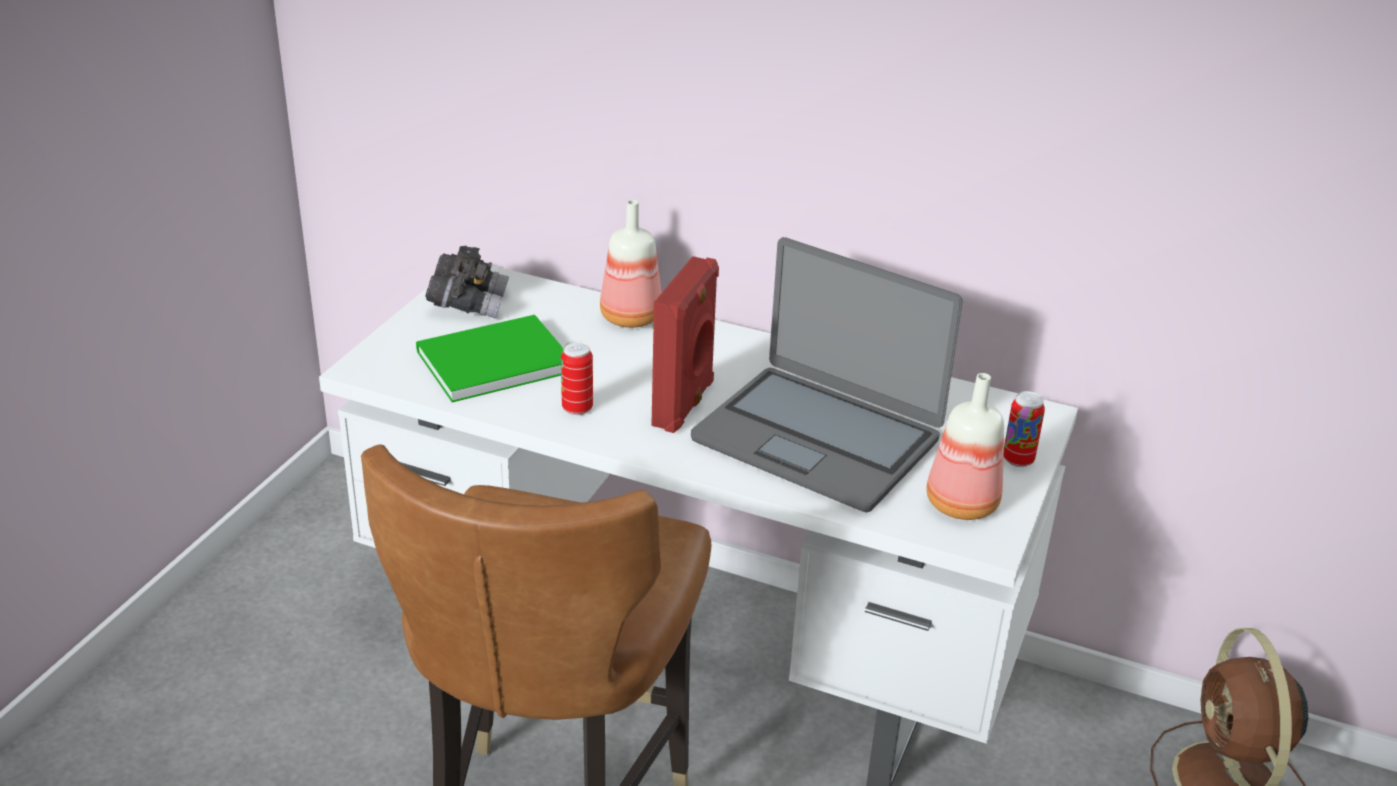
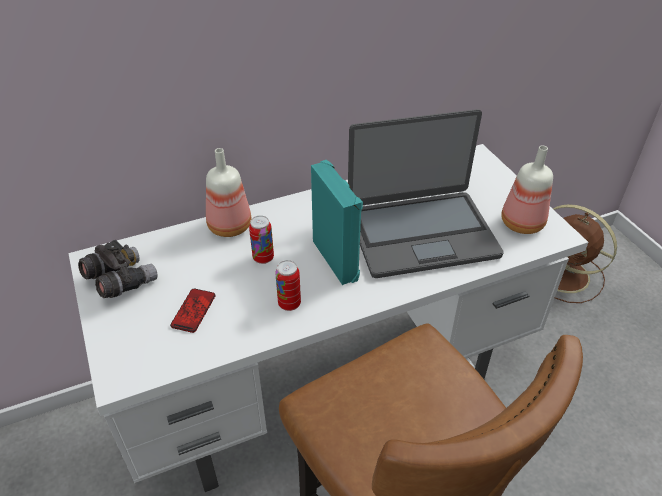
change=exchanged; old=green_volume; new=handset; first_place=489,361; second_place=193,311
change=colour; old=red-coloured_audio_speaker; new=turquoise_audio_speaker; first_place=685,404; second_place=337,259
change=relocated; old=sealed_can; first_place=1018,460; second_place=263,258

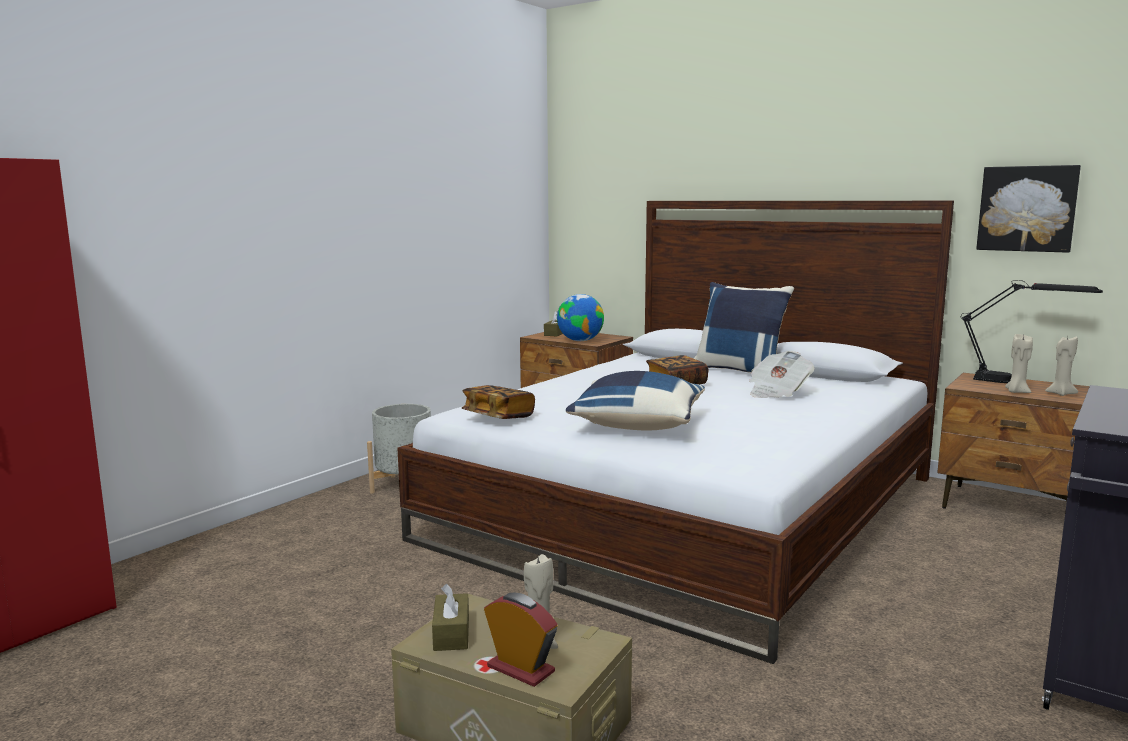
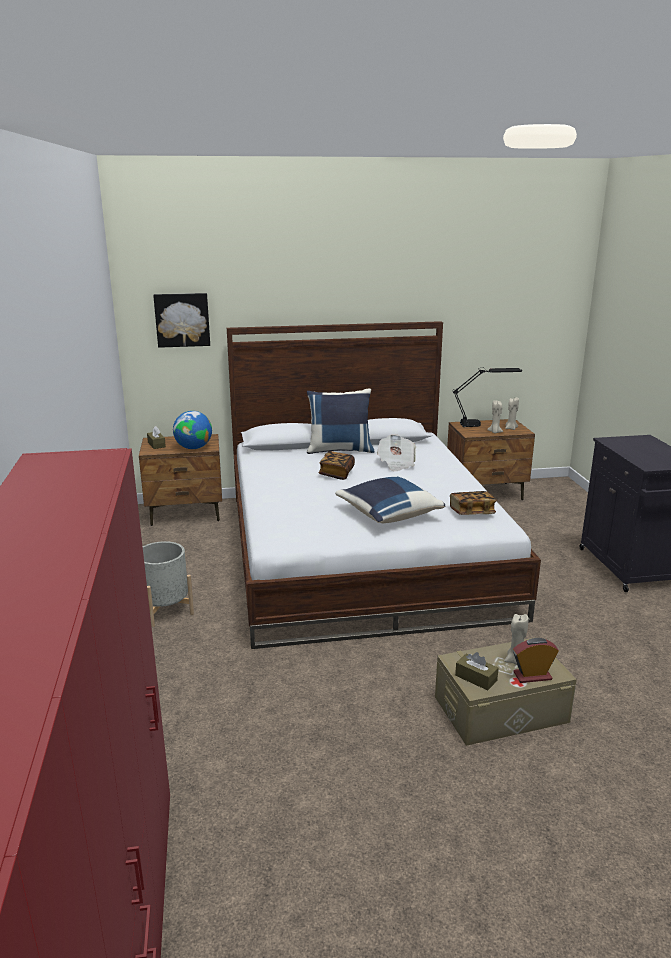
change=relocated; old=volume; first_place=498,416; second_place=472,512
change=relocated; old=picture; first_place=1027,208; second_place=182,320

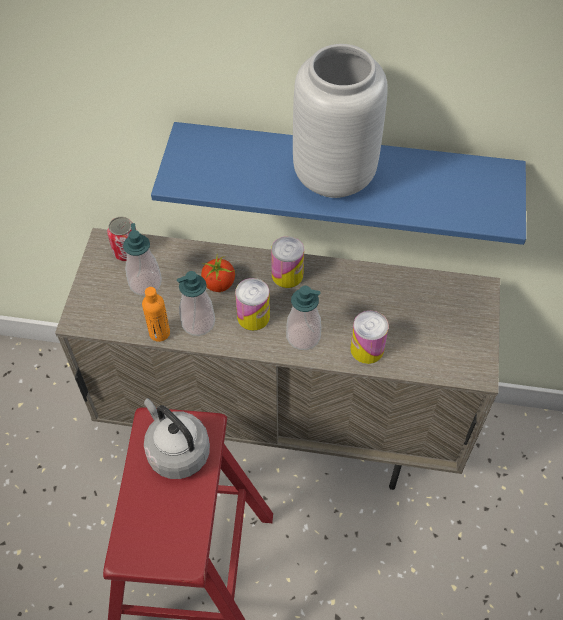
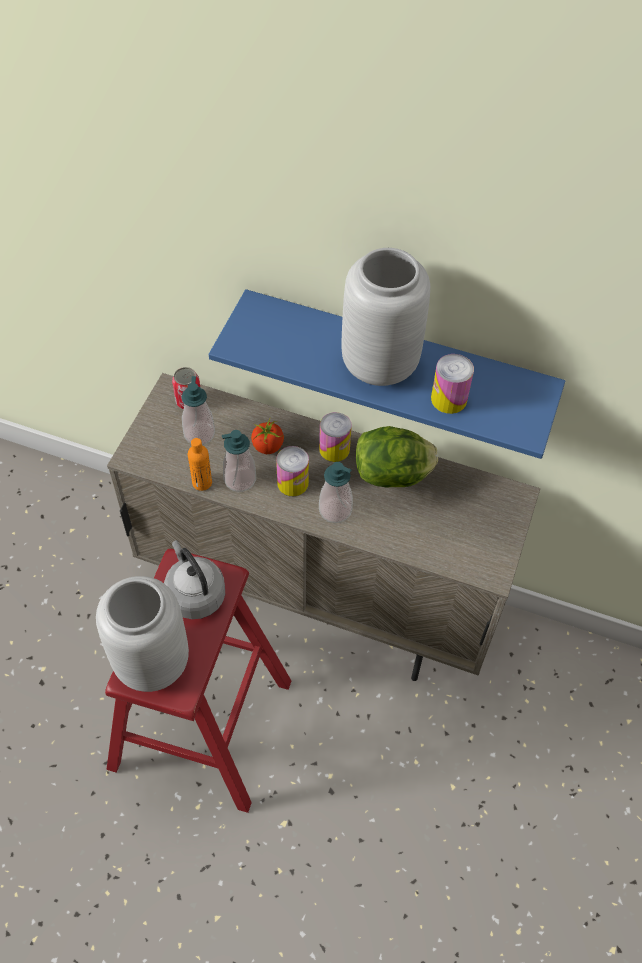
change=relocated; old=sealed_can; first_place=367,349; second_place=449,399
change=appeared; new=gray_flower_vase; second_place=153,663
change=appeared; new=lettuce; second_place=393,474

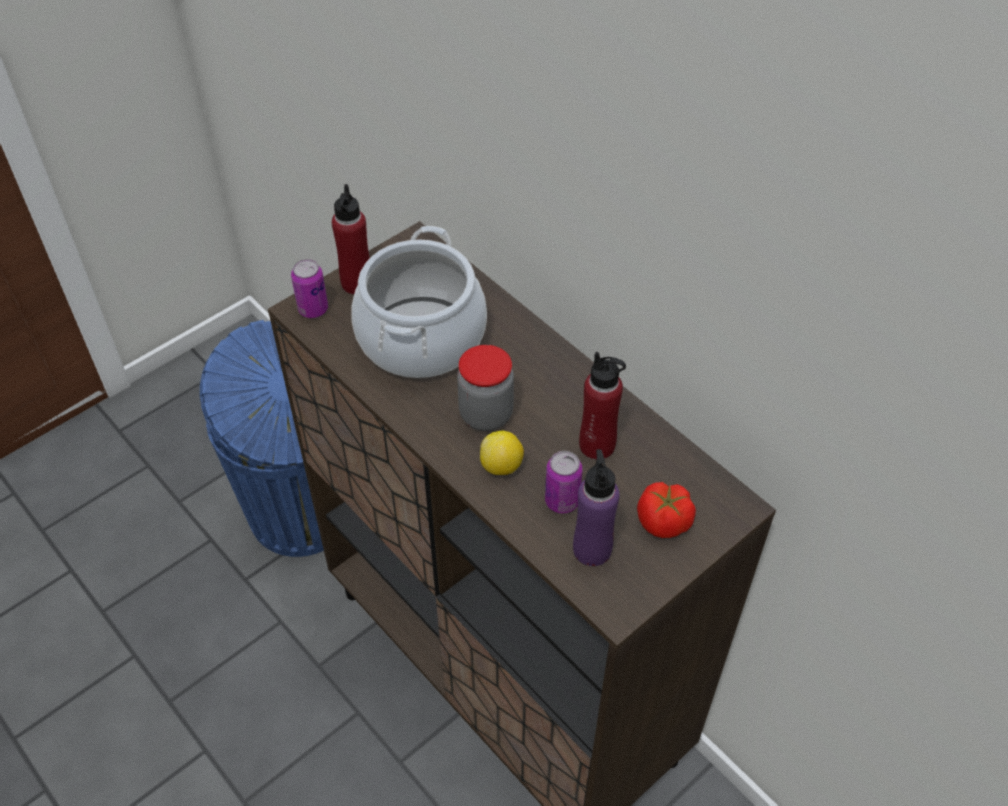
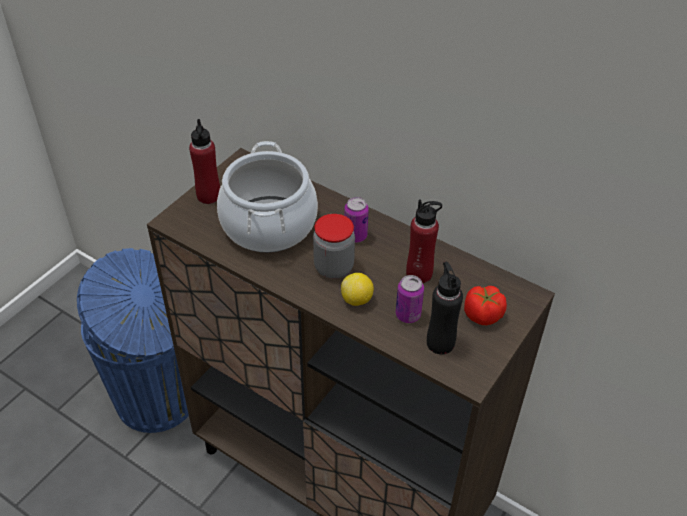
change=relocated; old=sealed_can; first_place=313,309; second_place=355,236
change=colour; old=purple_drink_bottle; new=black-coloured_drink_bottle; first_place=592,549; second_place=440,343

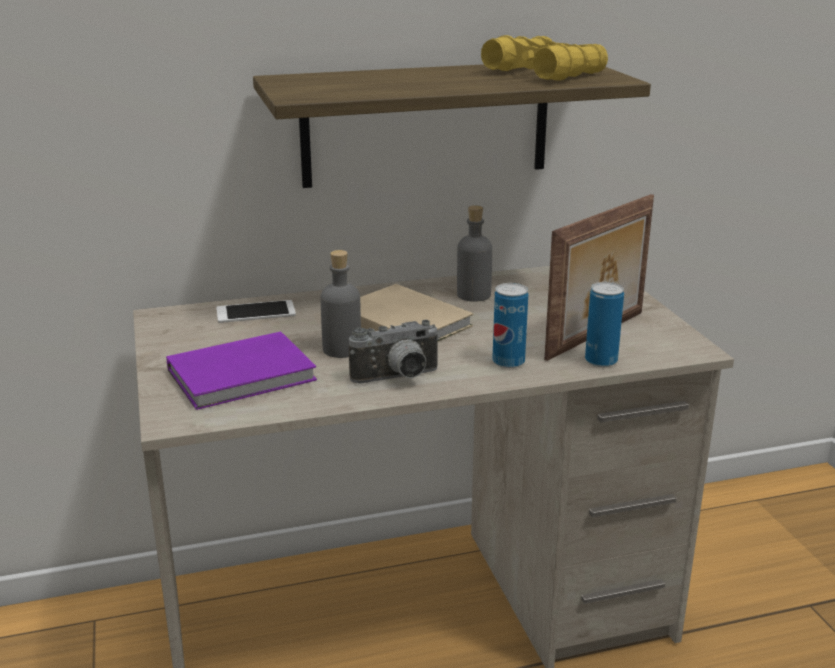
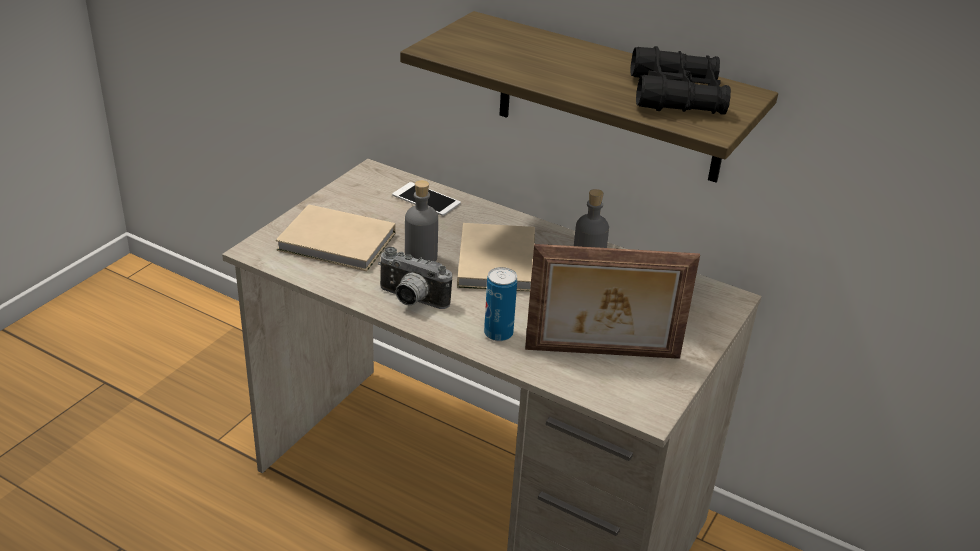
change=colour; old=purple_volume; new=beige-coloured_volume; first_place=245,375; second_place=338,243
change=colour; old=yellow-coloured_pair_of_binoculars; new=black-coloured_pair_of_binoculars; first_place=544,73; second_place=677,96
change=missing; old=sealed_can; first_place=601,361

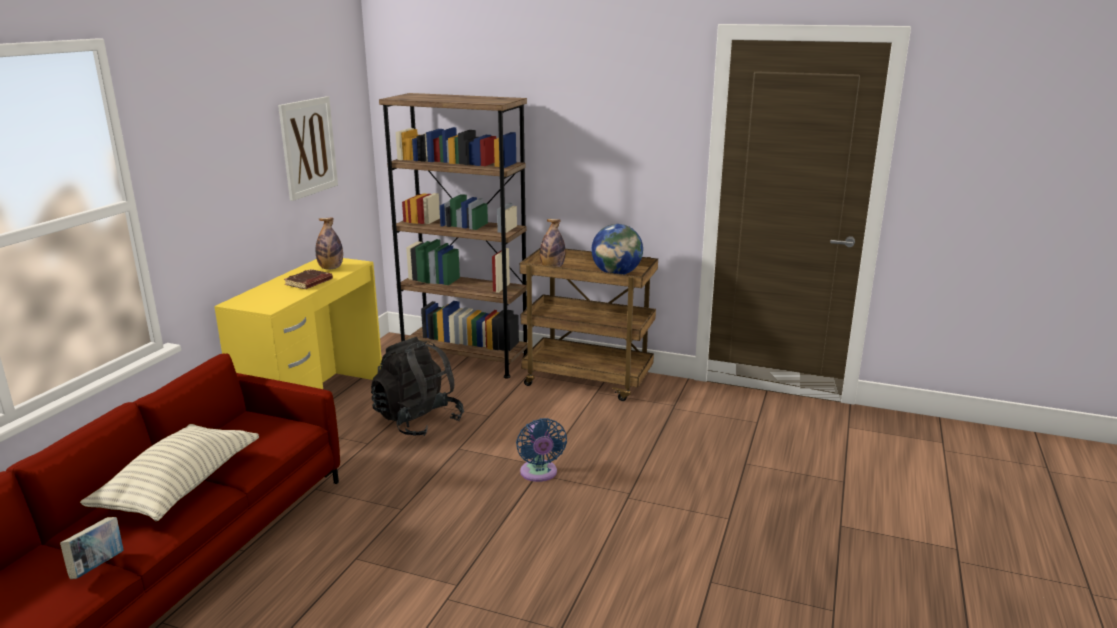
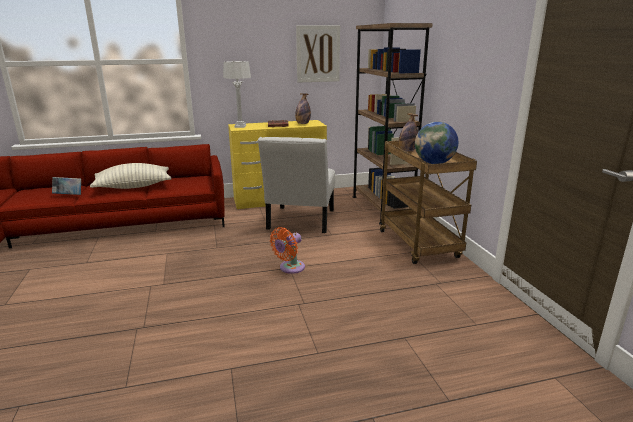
change=exchanged; old=black-coloured_knapsack; new=whitish_plain_chair; first_place=418,421; second_place=300,221
change=colour; old=blue-coloured_electric_fan; new=orangey_electric_fan; first_place=539,474; second_place=290,268
change=appeared; new=gray_lamp_for_a_table; second_place=240,126

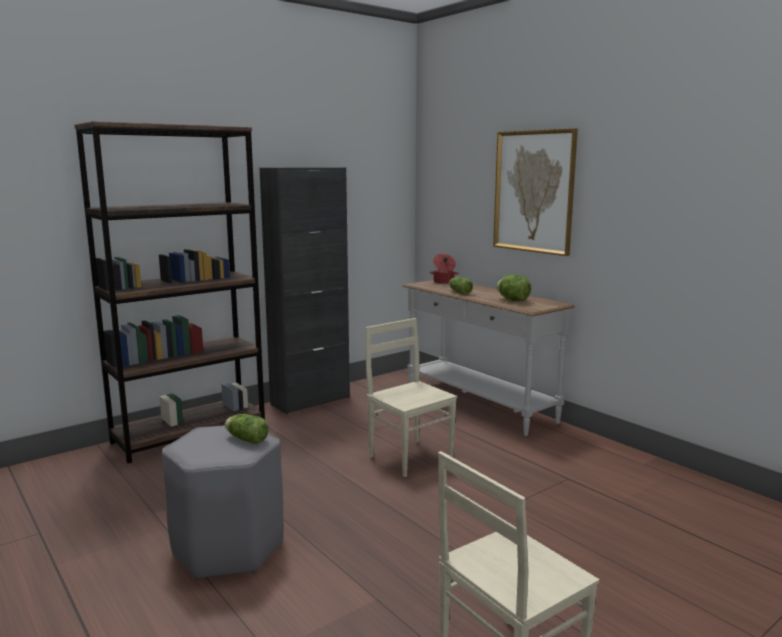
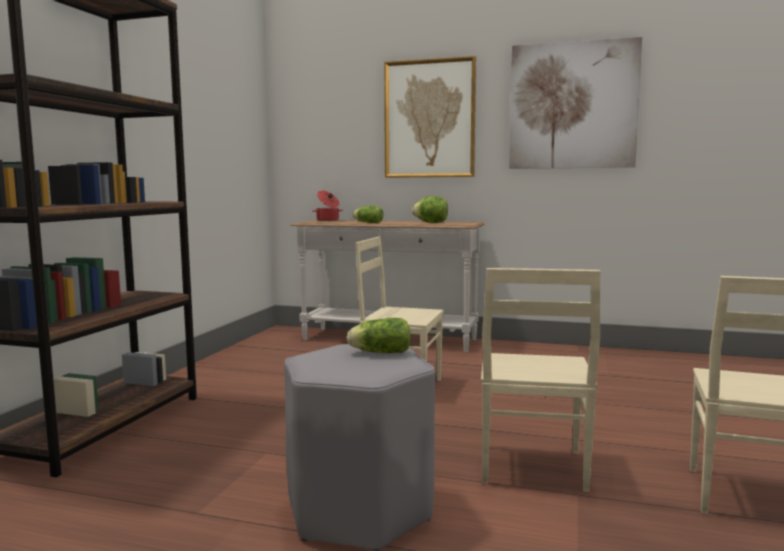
change=missing; old=black-coloured_cupboard; first_place=310,401
change=appeared; new=beige-coloured_plain_chair; second_place=530,468
change=appeared; new=picture; second_place=572,106

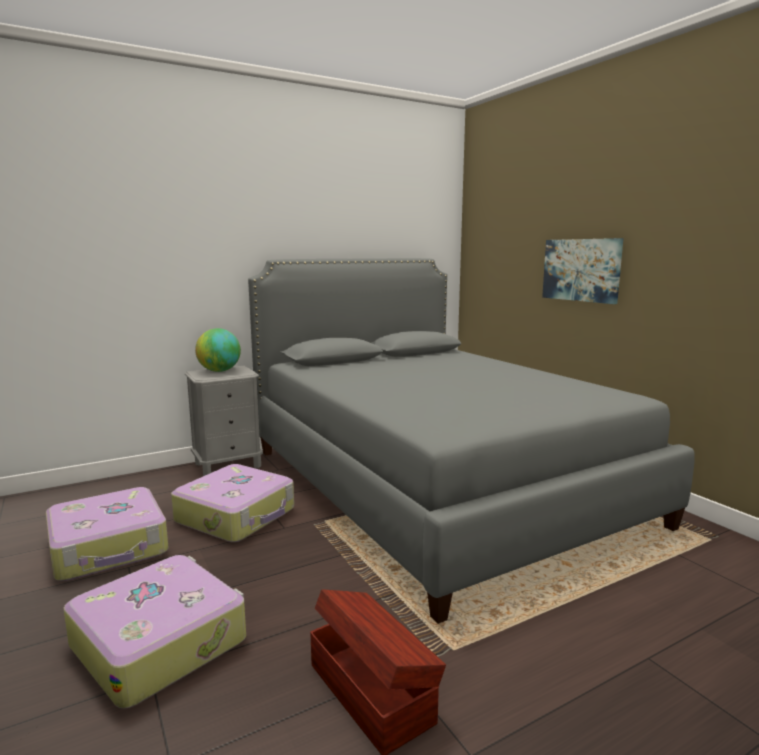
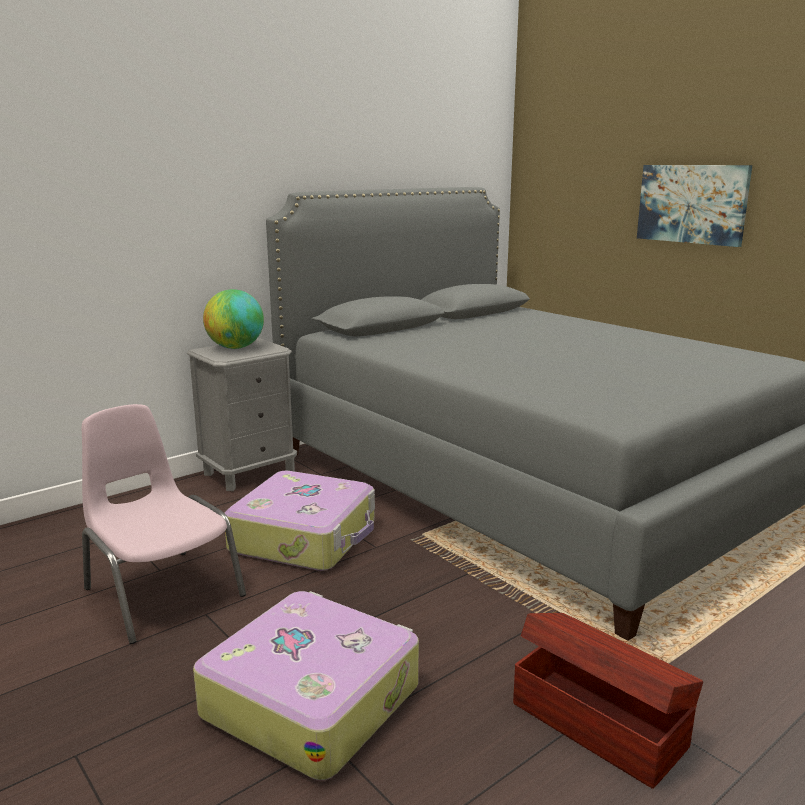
change=exchanged; old=travel_case; new=pinkish_plain_chair; first_place=110,547; second_place=162,592

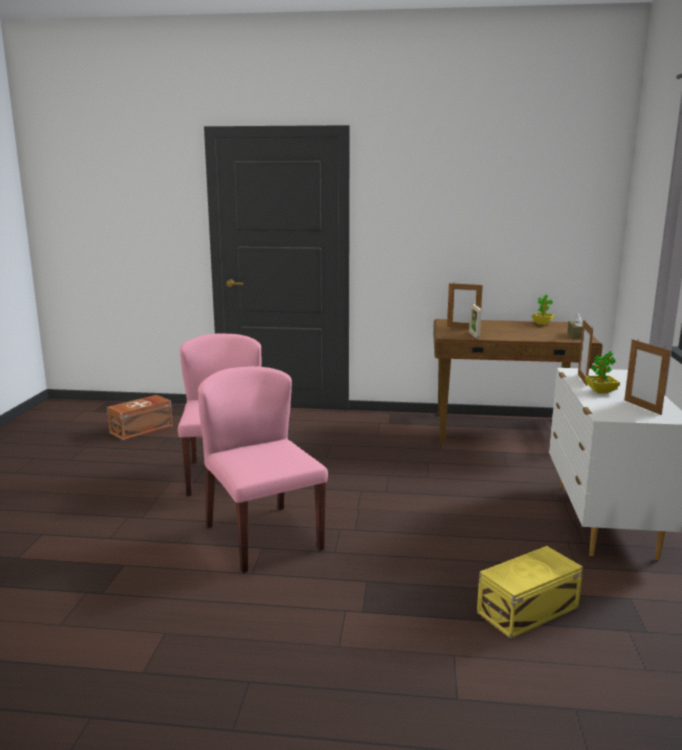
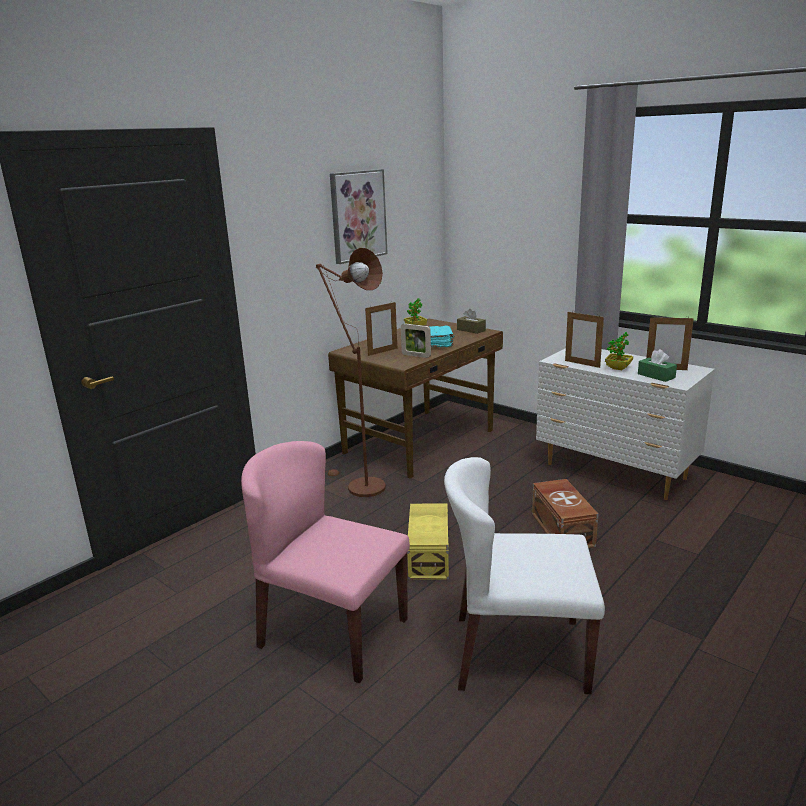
change=relocated; old=brown-coloured_storage_bin; first_place=142,429; second_place=563,529
change=colour; old=pinkish_plain_chair; new=whitish_plain_chair; first_place=262,537; second_place=518,653
change=relocated; old=yellow-coloured_storage_bin; first_place=530,610; second_place=430,555
change=appeared; new=brown-coloured_standing_lamp; second_place=360,486
change=appeared; new=picture; second_place=358,215
change=appeared; new=turquoise_volume; second_place=438,343
change=appeared; new=green_tissue_box; second_place=656,376

